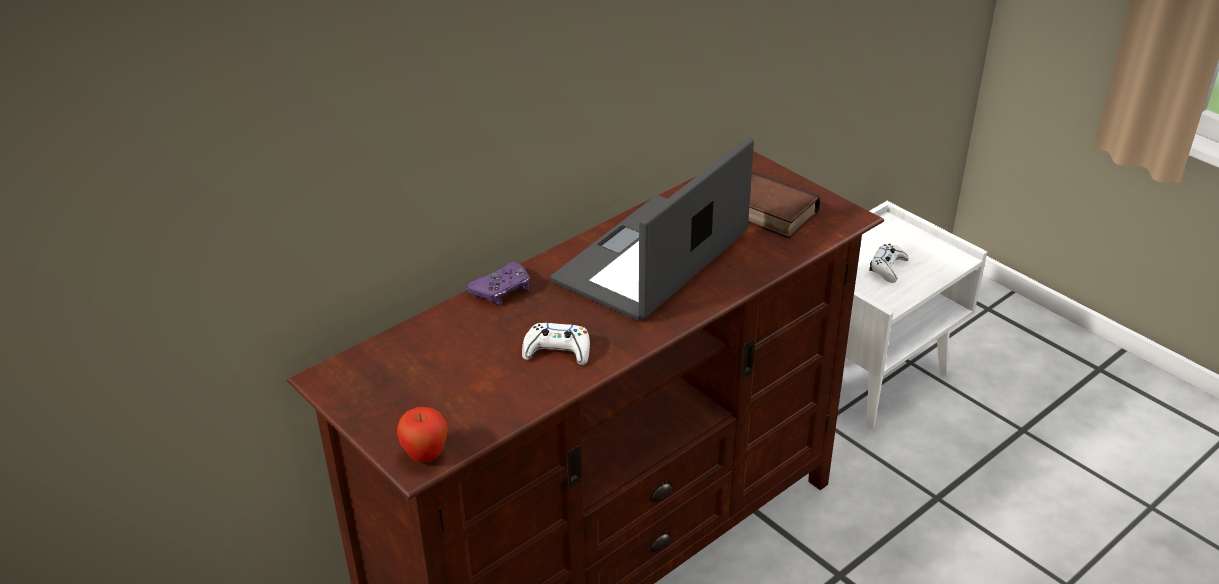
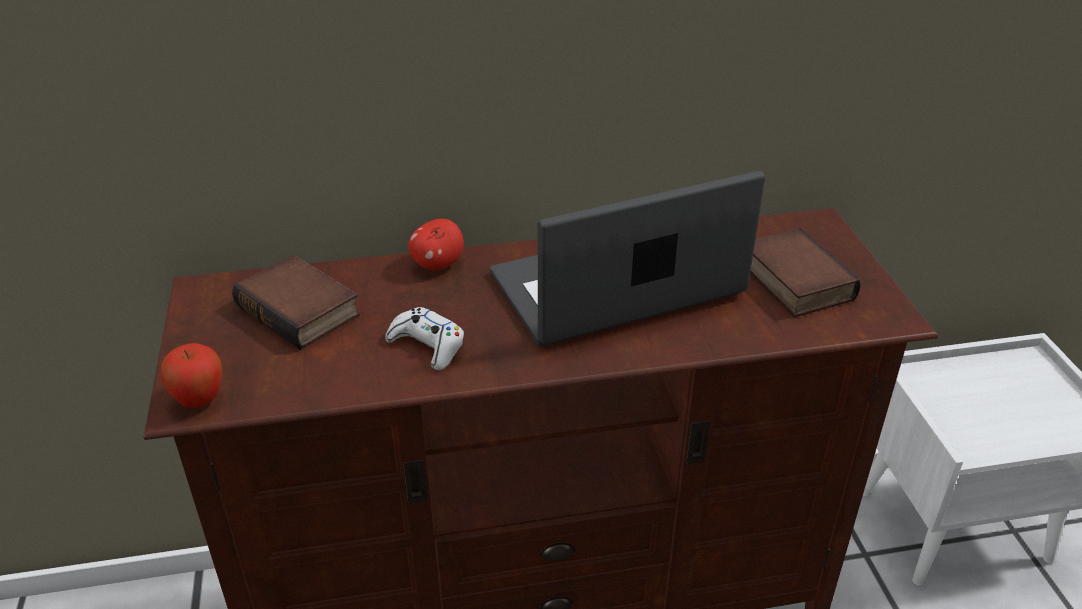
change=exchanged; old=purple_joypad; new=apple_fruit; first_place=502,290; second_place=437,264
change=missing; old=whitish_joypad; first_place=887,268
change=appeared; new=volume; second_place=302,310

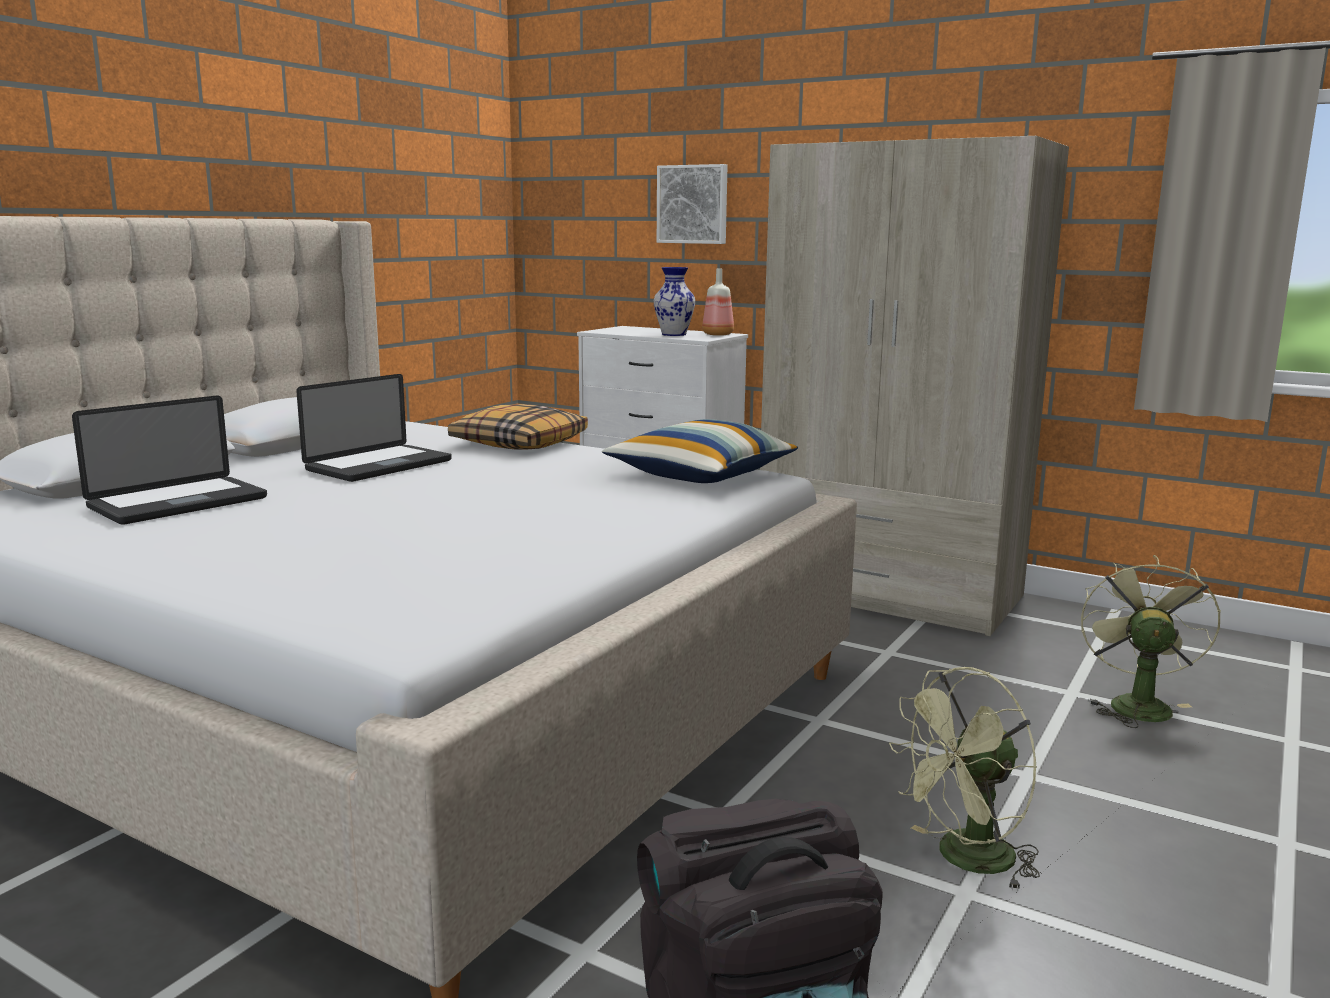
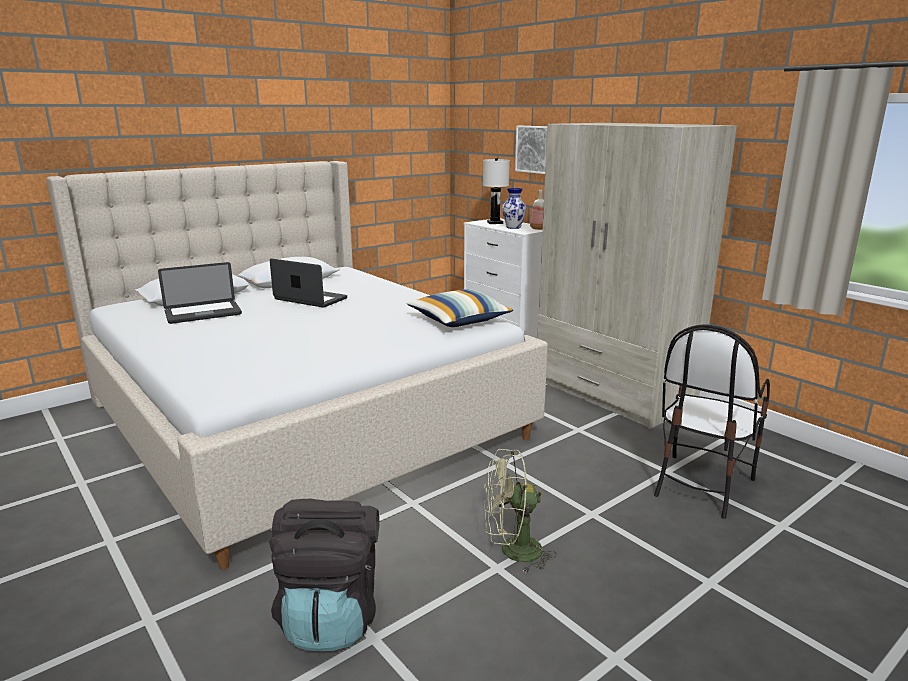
change=spun; old=laptop; first_place=379,465; second_place=310,299; degrees=-120
change=missing; old=cushion; first_place=519,443
change=exchanged; old=green_electric_fan; new=plain_chair; first_place=1135,704; second_place=700,485
change=appeared; new=whitish_lamp_for_a_table; second_place=494,223

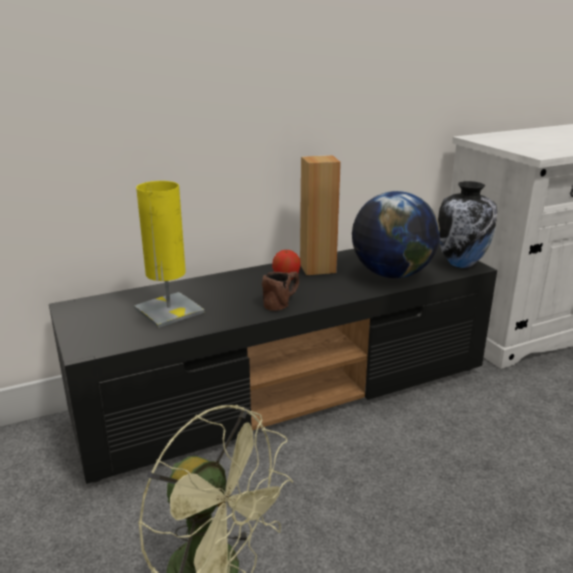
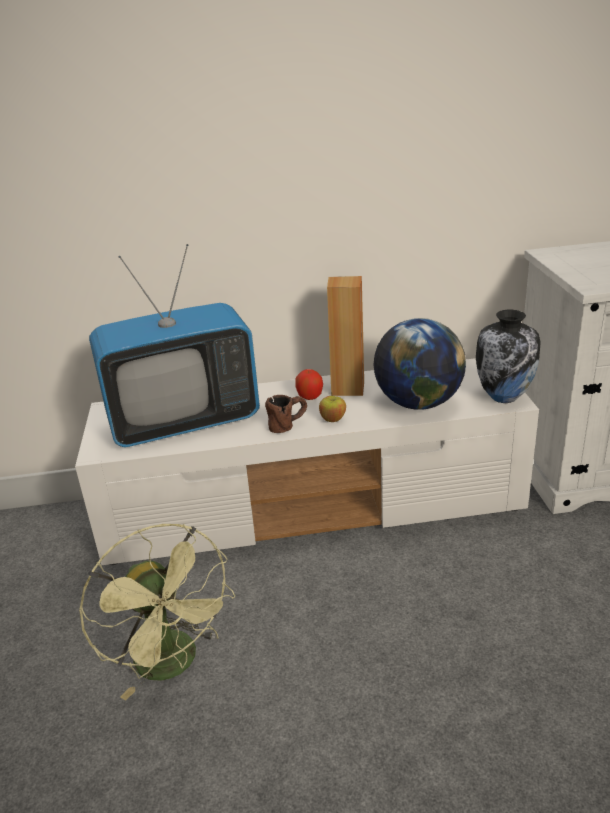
change=colour; old=black-coloured_media_console; new=whitish_media_console; first_place=288,391; second_place=314,506
change=exchanged; old=yellow-coloured_lamp_for_a_table; new=TV_set; first_place=169,310; second_place=184,422
change=appeared; new=apple_fruit; second_place=333,419

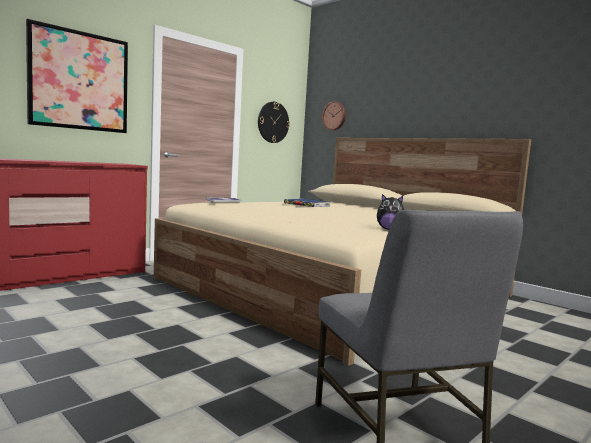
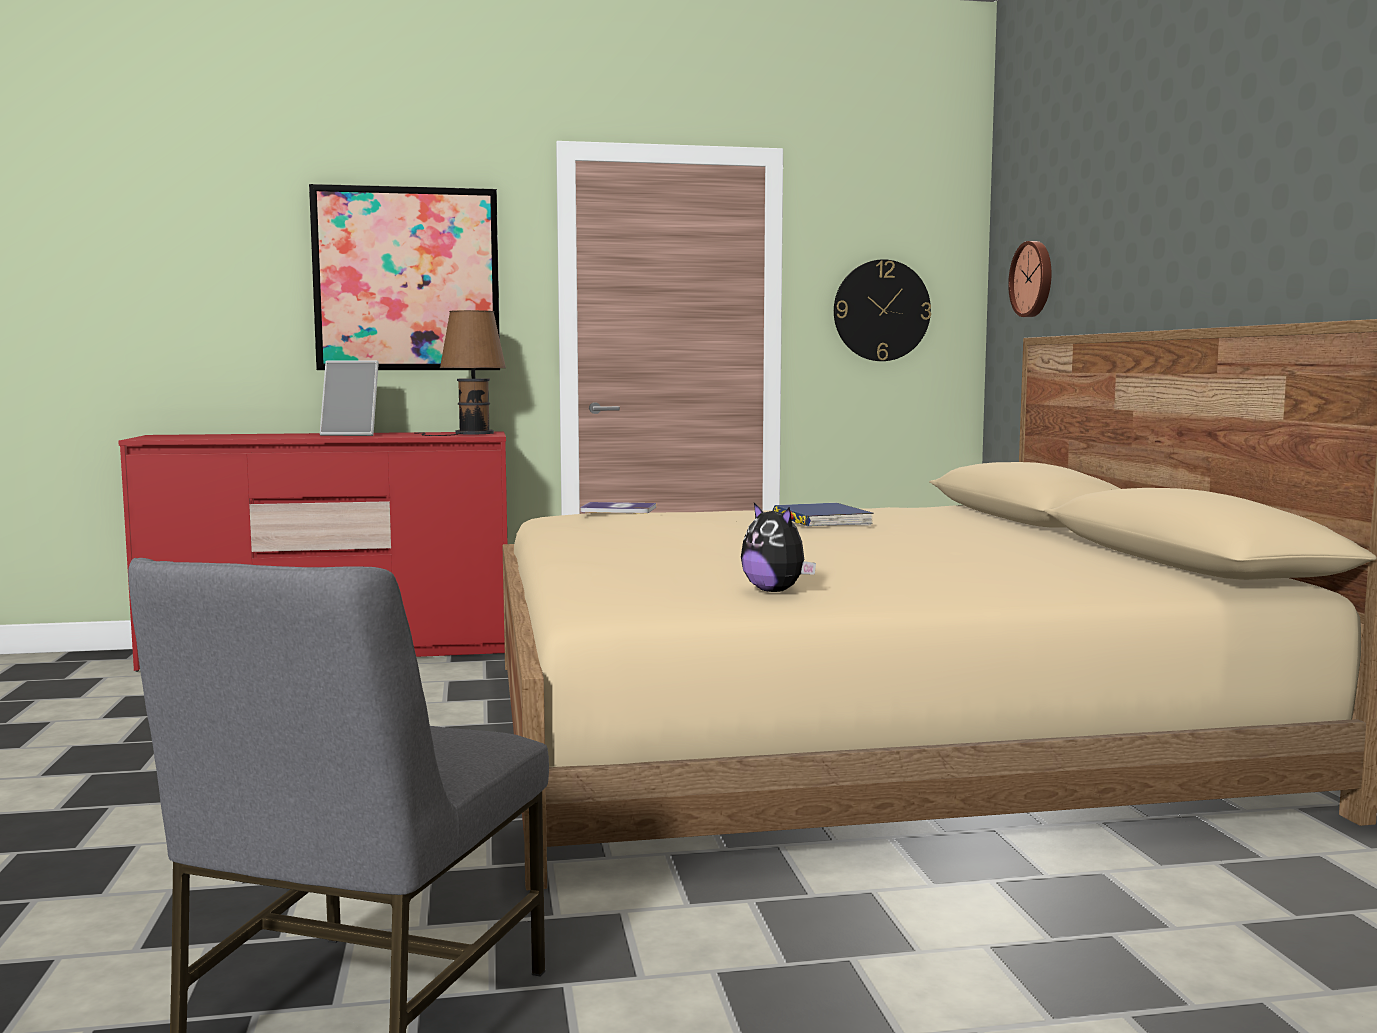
change=appeared; new=standing_frame; second_place=352,434
change=appeared; new=brown-coloured_lamp_for_a_table; second_place=469,433

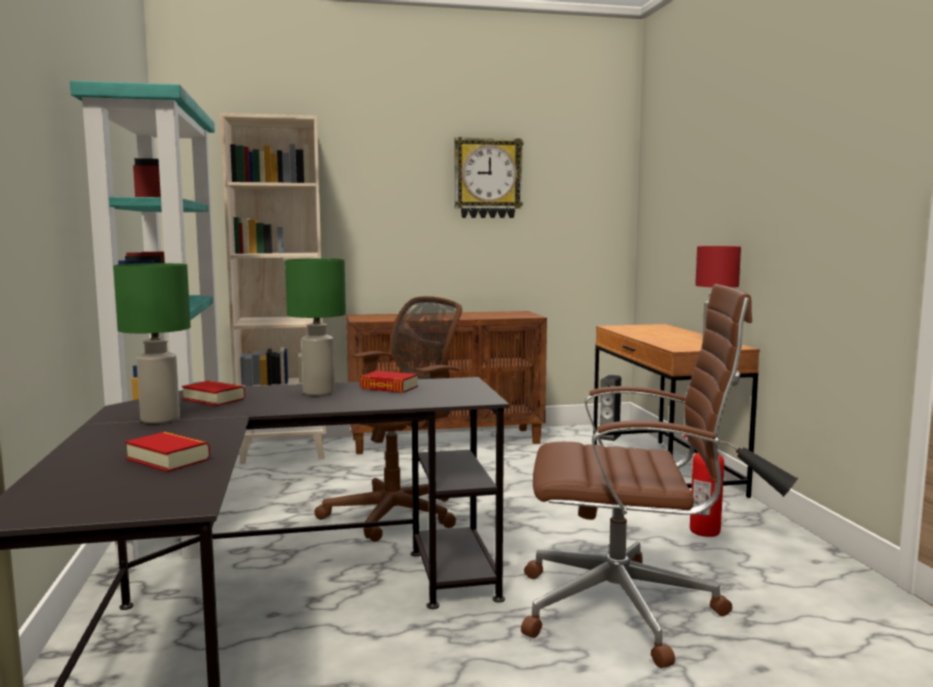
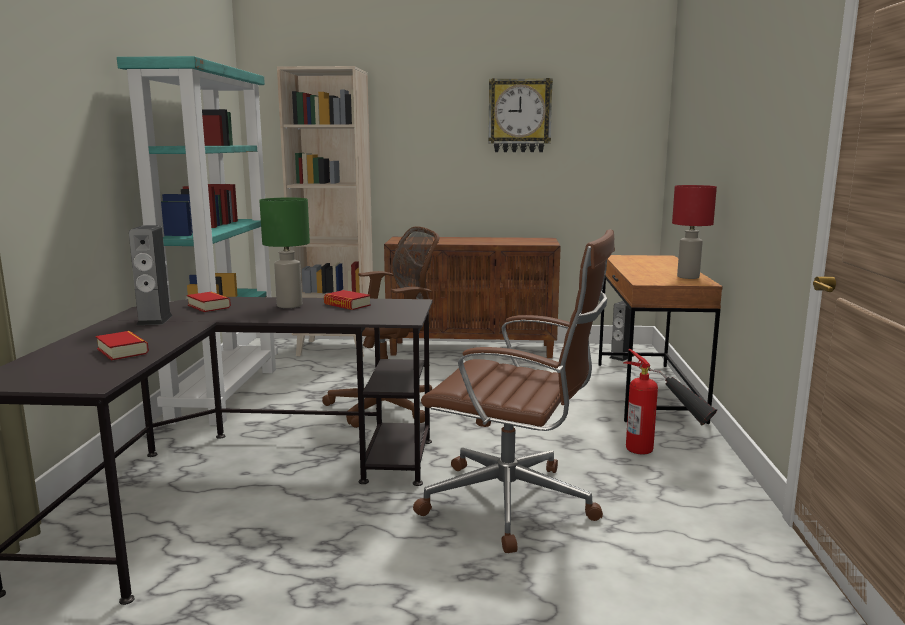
change=exchanged; old=green_lamp_for_a_table; new=audio_speaker; first_place=161,419; second_place=155,320

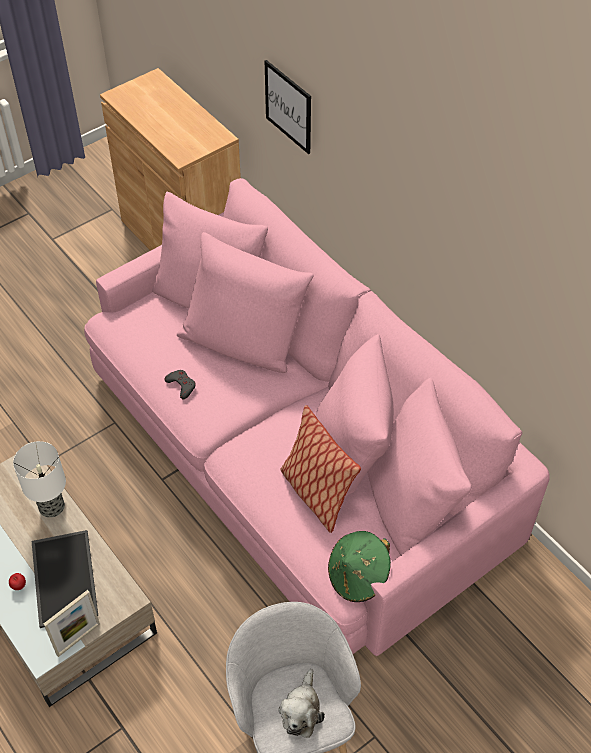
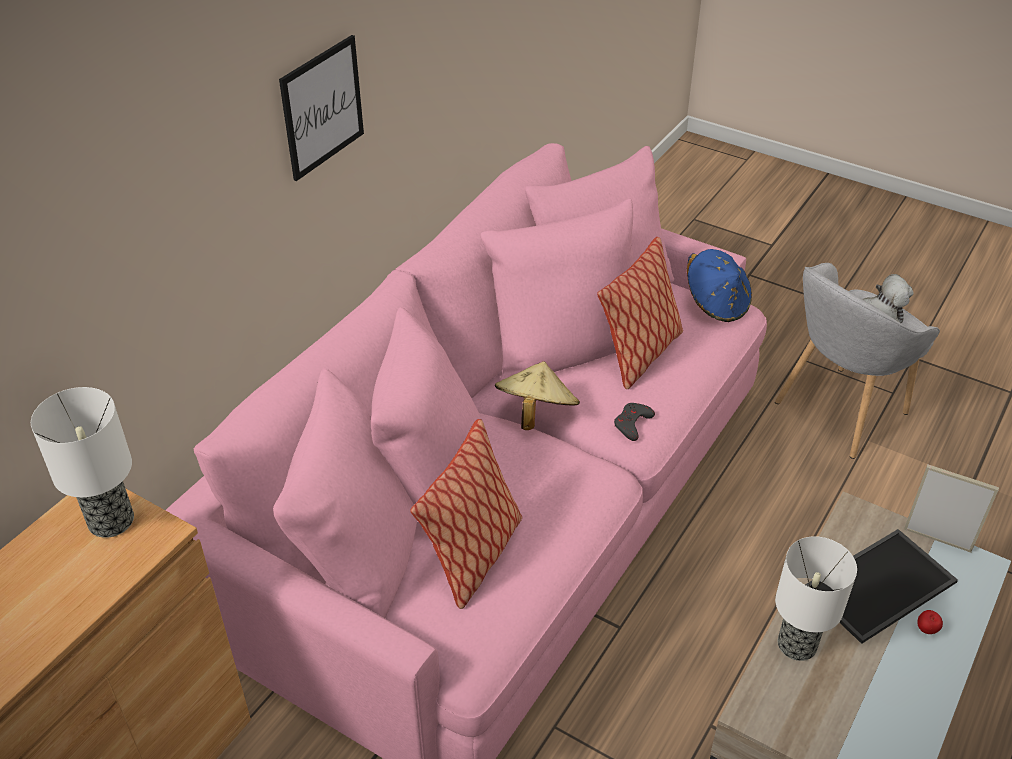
change=relocated; old=gray_joypad; first_place=181,385; second_place=632,424
change=relocated; old=picture; first_place=288,107; second_place=322,107
change=colour; old=green_hat; new=blue-coloured_hat; first_place=358,576; second_place=716,304
change=appeared; new=lamp_for_a_table; second_place=111,520
change=appeared; new=cushion; second_place=473,556
change=appeared; new=beige-coloured_hat; second_place=535,413

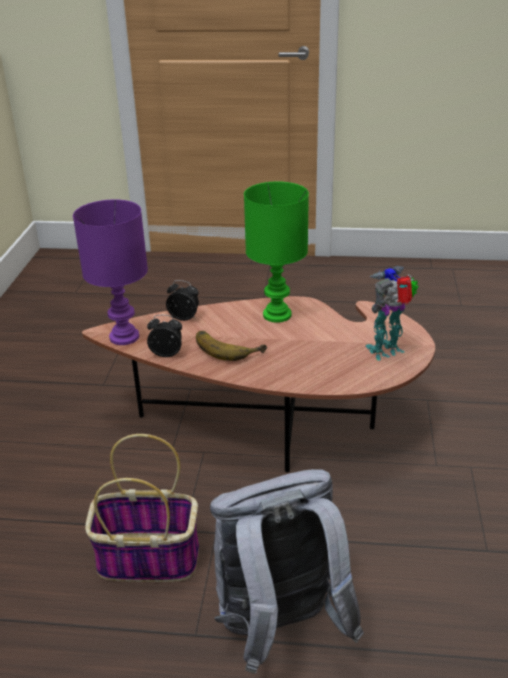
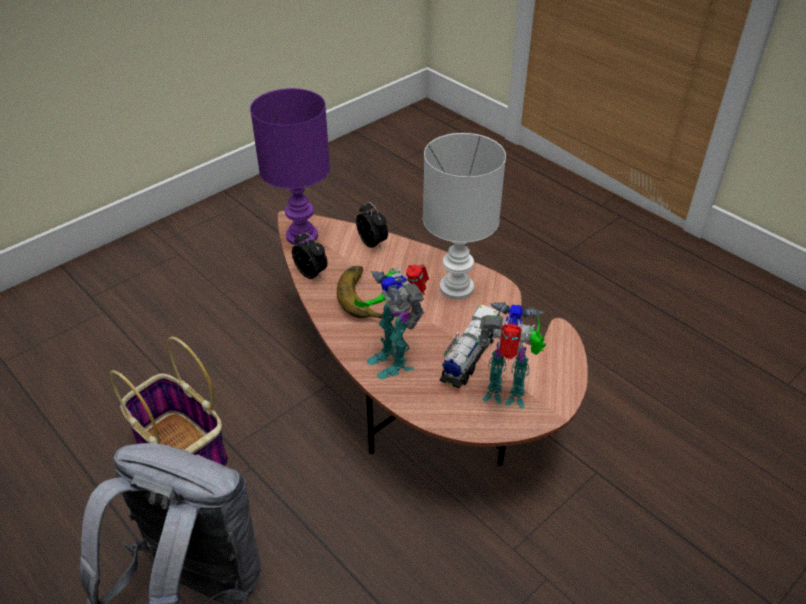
change=colour; old=green_lamp_for_a_table; new=whitish_lamp_for_a_table; first_place=277,316; second_place=455,288
change=appeared; new=robot_figure; second_place=393,359
change=appeared; new=toy_truck; second_place=469,357

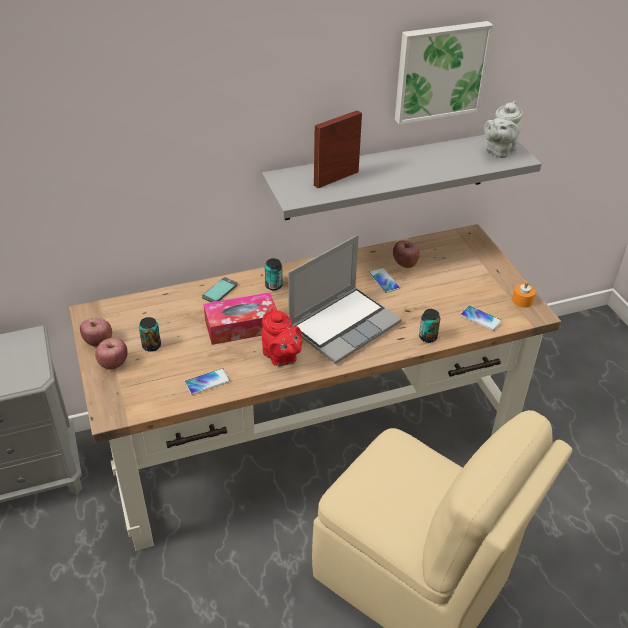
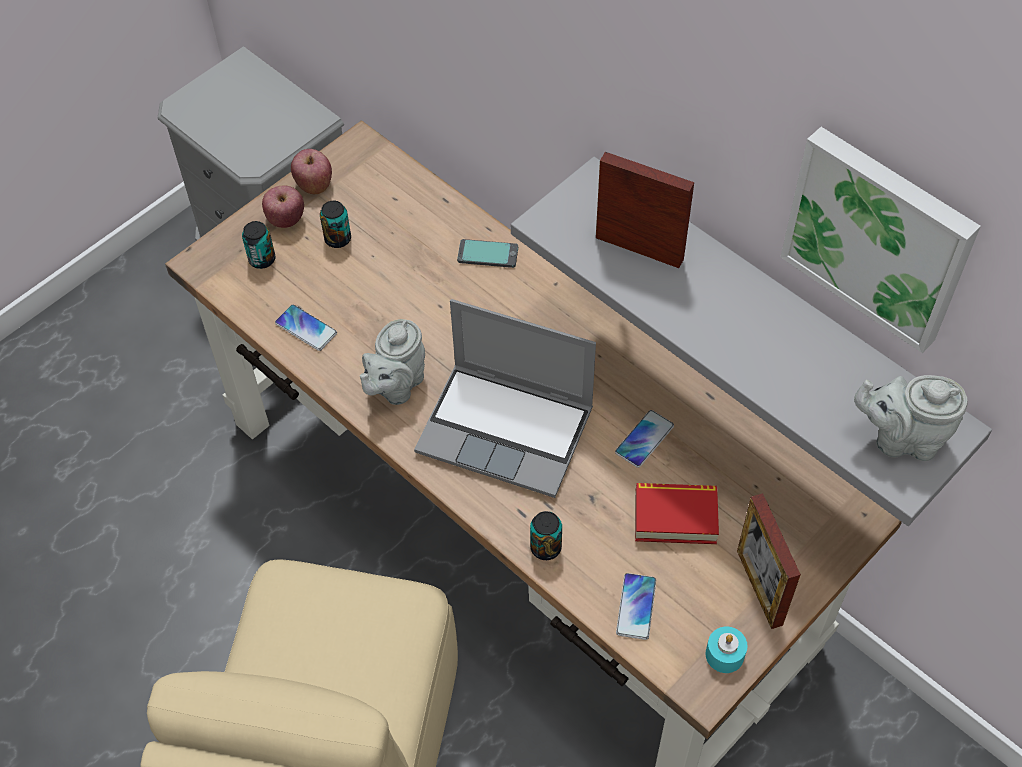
change=missing; old=tissue_box; first_place=242,326
change=colour; old=red-coloured_pot_for_tea; new=gray_pot_for_tea; first_place=281,357; second_place=396,385
change=relocated; old=sealed_can; first_place=273,285; second_place=262,259
change=missing; old=apple_fruit; first_place=404,263
change=colour; old=orangey_wax_light; new=turquoise_wax_light; first_place=522,300; second_place=724,654
change=appeared; new=volume; second_place=675,517
change=appeared; new=standing_frame; second_place=759,587

